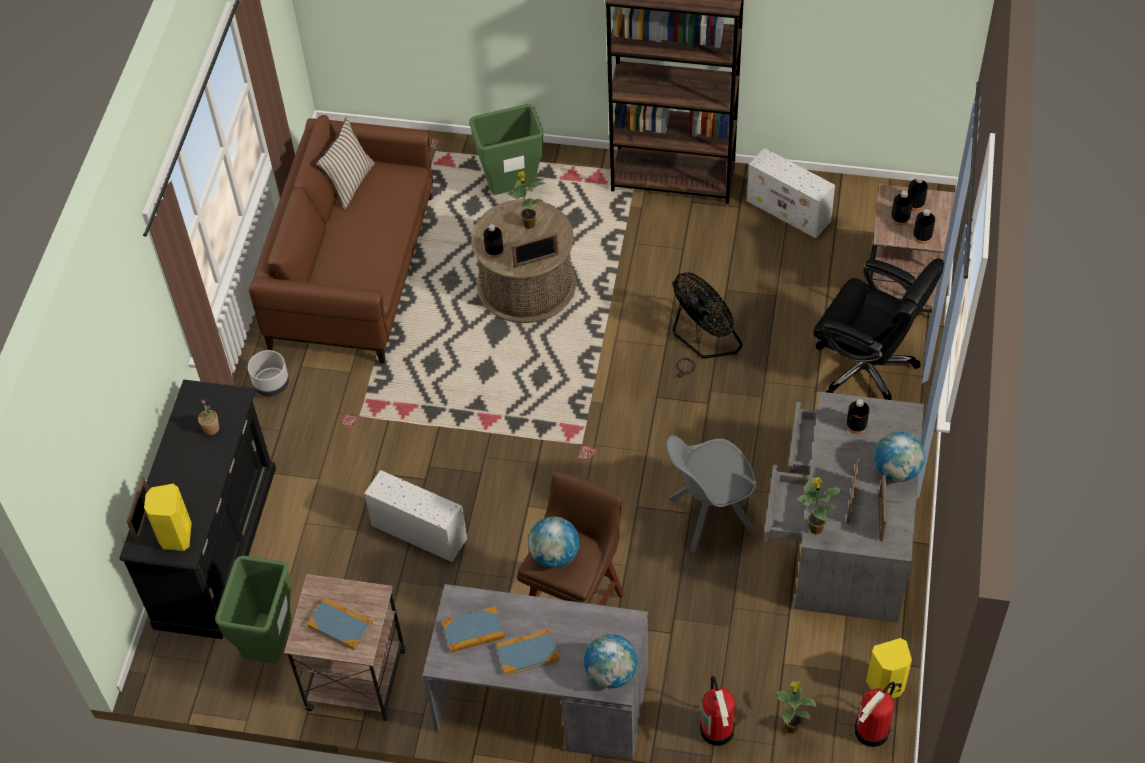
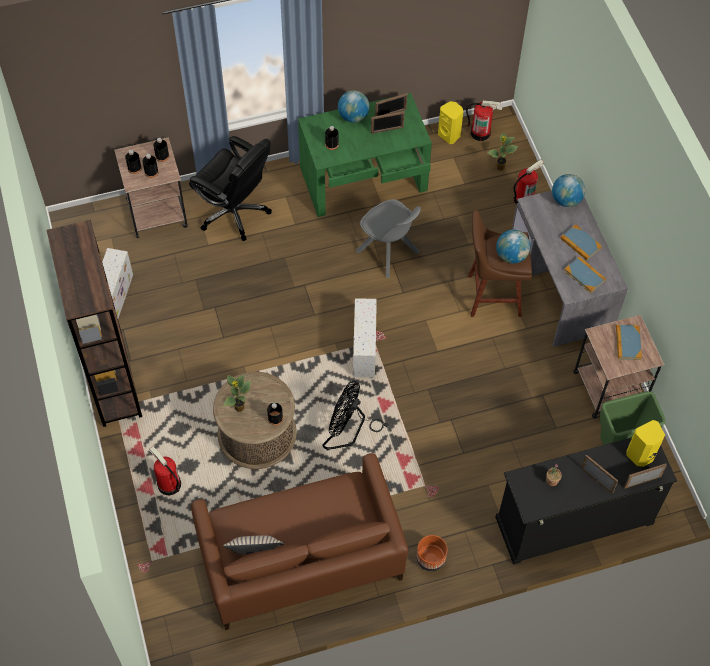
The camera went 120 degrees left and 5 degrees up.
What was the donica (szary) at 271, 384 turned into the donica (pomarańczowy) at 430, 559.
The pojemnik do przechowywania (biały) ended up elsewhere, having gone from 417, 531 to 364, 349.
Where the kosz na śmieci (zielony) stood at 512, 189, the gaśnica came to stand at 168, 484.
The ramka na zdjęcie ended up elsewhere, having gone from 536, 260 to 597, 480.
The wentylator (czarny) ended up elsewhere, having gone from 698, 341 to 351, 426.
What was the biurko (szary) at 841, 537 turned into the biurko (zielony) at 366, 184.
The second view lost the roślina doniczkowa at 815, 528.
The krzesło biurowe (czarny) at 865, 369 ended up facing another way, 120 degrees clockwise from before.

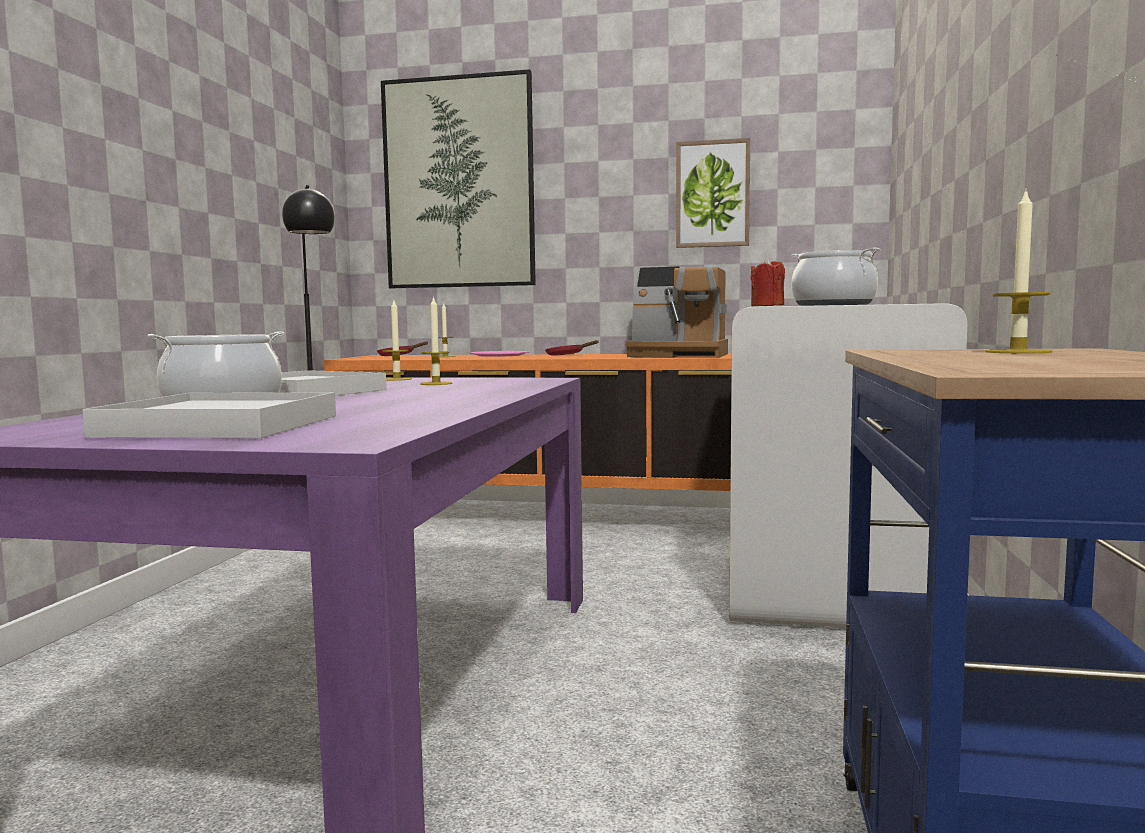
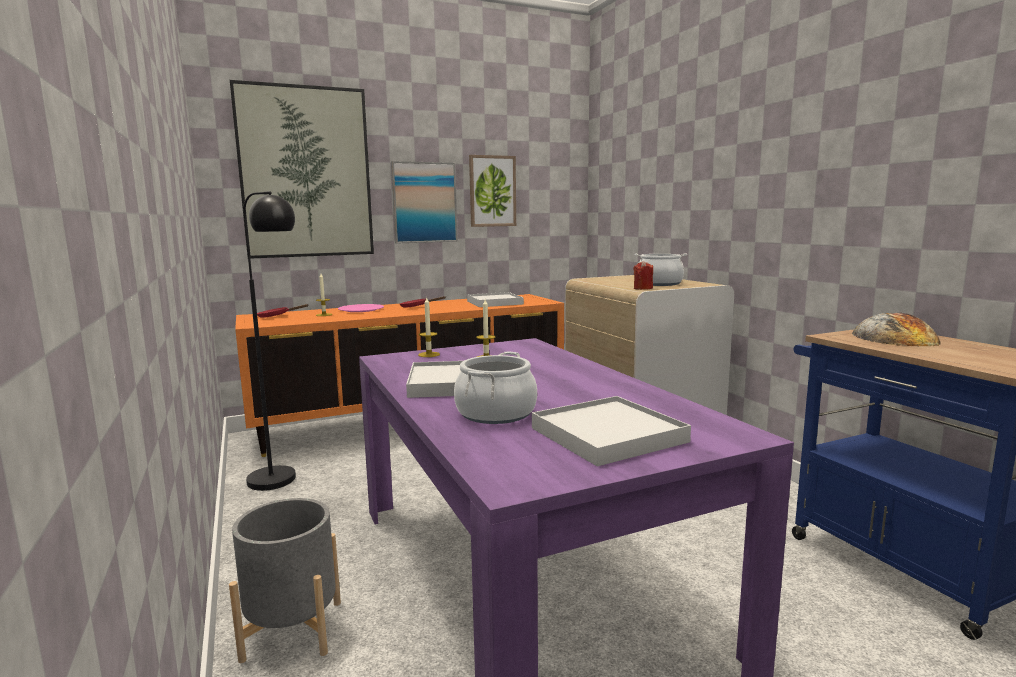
The camera went 35 degrees left and 5 degrees up.
Where the ekspres do kawy stood at 679, 355, the taca (biały) came to stand at 494, 302.
Where the świeca stood at 1018, 352, the chleb came to stand at 894, 337.
The second view gained the donica (szary) at 293, 630.
The second view gained the obraz at 424, 202.

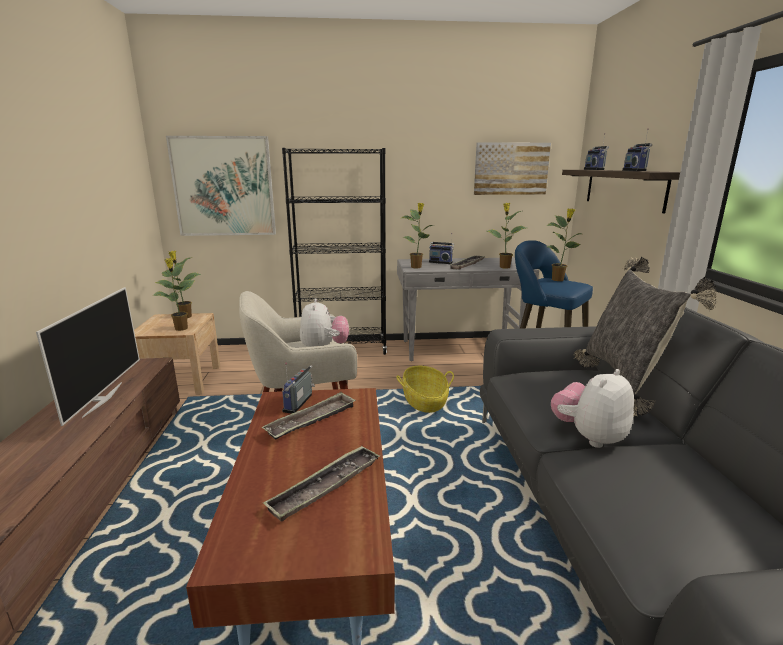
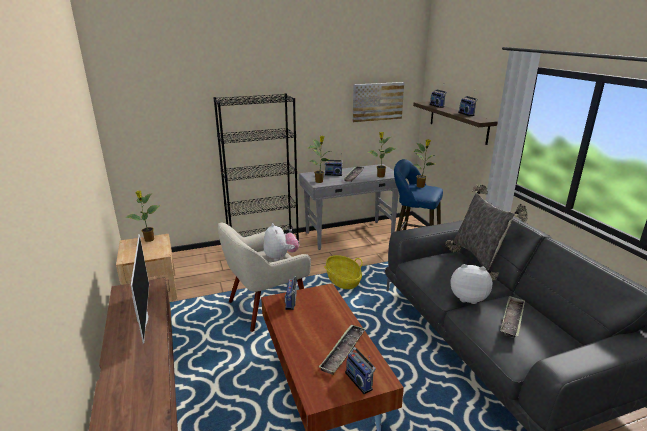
The camera went 15 degrees left and 5 degrees up.
The second view lost the roślina doniczkowa at 181, 329.
The second view lost the obraz at 224, 187.
The taca ended up elsewhere, having gone from 312, 420 to 512, 319.
The pluszak at 589, 436 ended up facing another way, 75 degrees clockwise from before.
The second view gained the radio at 360, 380.

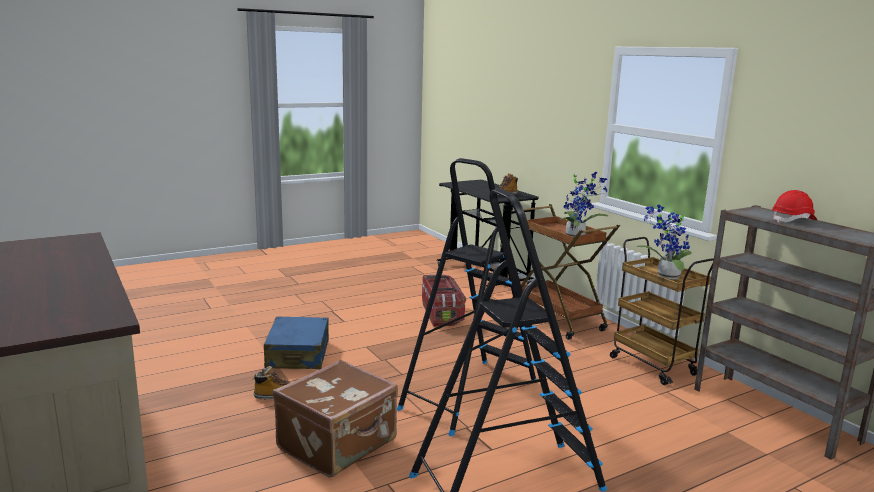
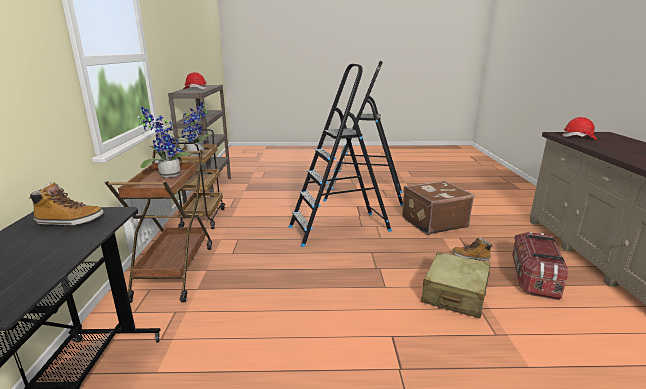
The camera went 150 degrees left and 5 degrees up.
What was the walizka (niebieski) at 298, 354 turned into the walizka (beżowy) at 455, 294.
The pojemnik do przechowywania ended up elsewhere, having gone from 442, 314 to 533, 278.
The second view gained the kask (czerwony) at 579, 137.

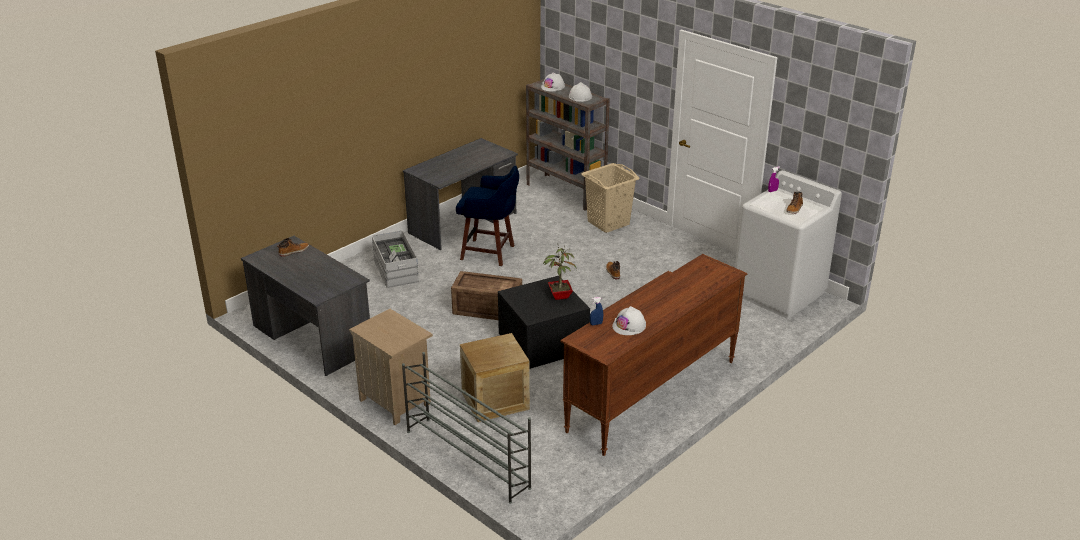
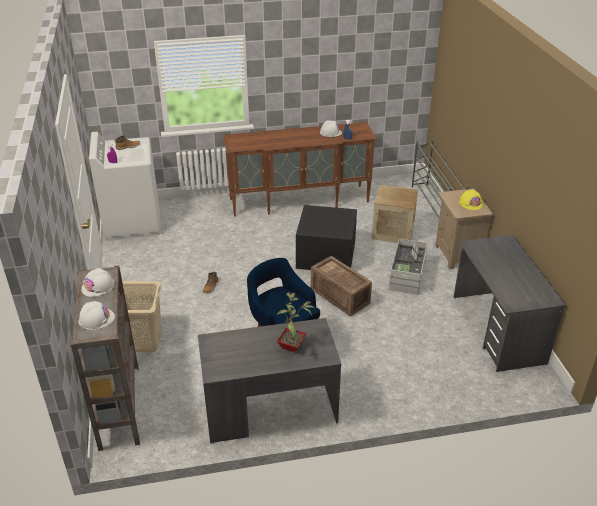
The camera went 145 degrees left and 5 degrees up.
The second view lost the but z cholewką at 293, 251.
The pojemnik do przechowywania (szary) ended up elsewhere, having gone from 396, 270 to 406, 275.
The roślina doniczkowa ended up elsewhere, having gone from 558, 296 to 293, 346.
The second view gained the kask (żółty) at 470, 203.

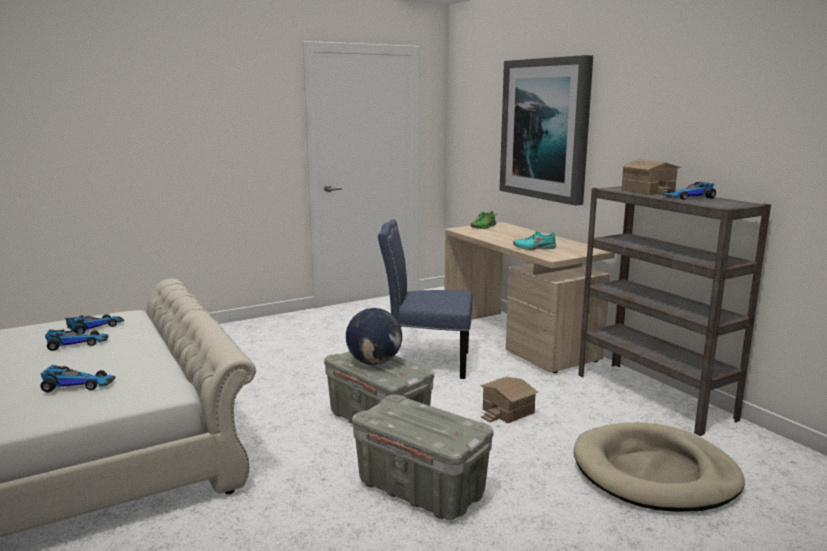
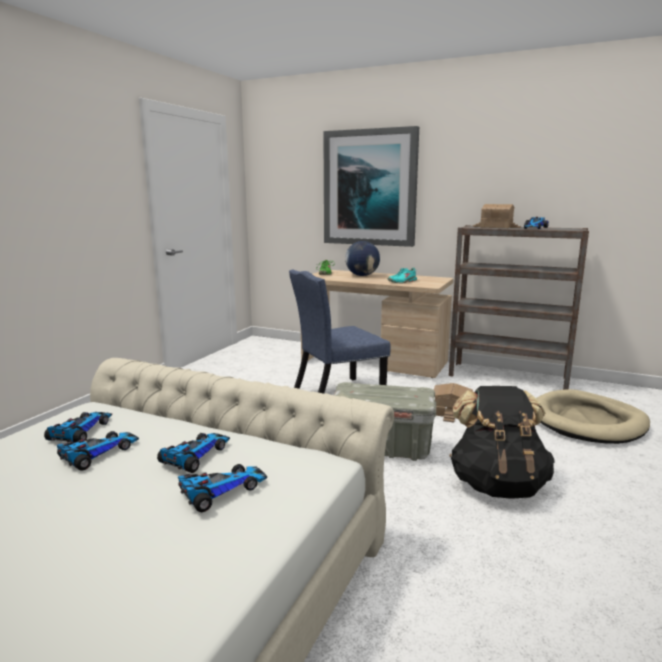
The camera went 35 degrees left and 0 degrees up.
The globus ended up elsewhere, having gone from 374, 362 to 362, 275.
Where the pojemnik do przechowywania (szary) stood at 422, 489, the plecak (czarny) came to stand at 497, 484.
The second view gained the samochodzik at 195, 455.

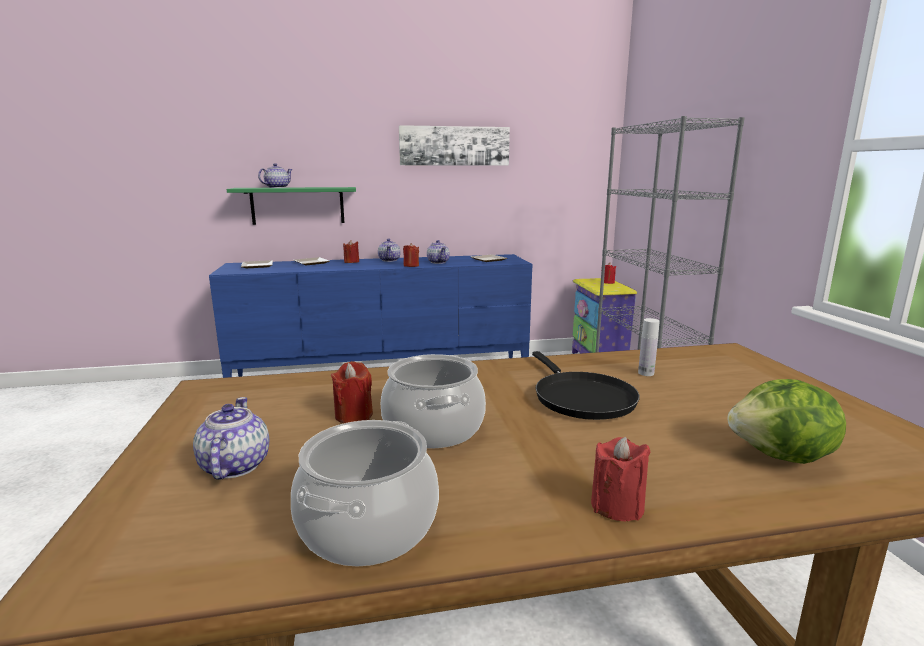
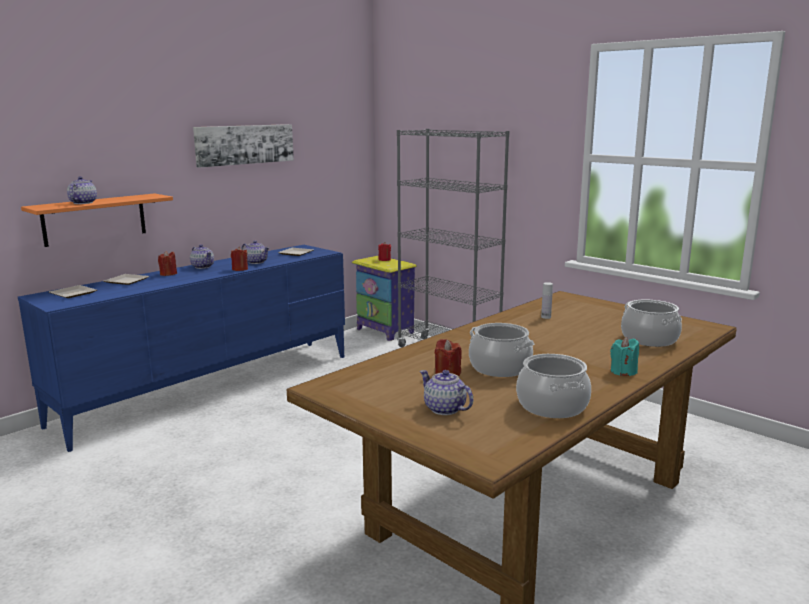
The camera went 35 degrees left and 0 degrees up.
What was the półka (zielony) at 297, 205 turned into the półka (pomarańczowy) at 94, 219.
The second view lost the patelnia (czarny) at 580, 398.
What was the świeca (czerwony) at 617, 506 turned into the świeca (turkusowy) at 623, 372.
Where the sałata stood at 781, 457, the garnek came to stand at 650, 339.

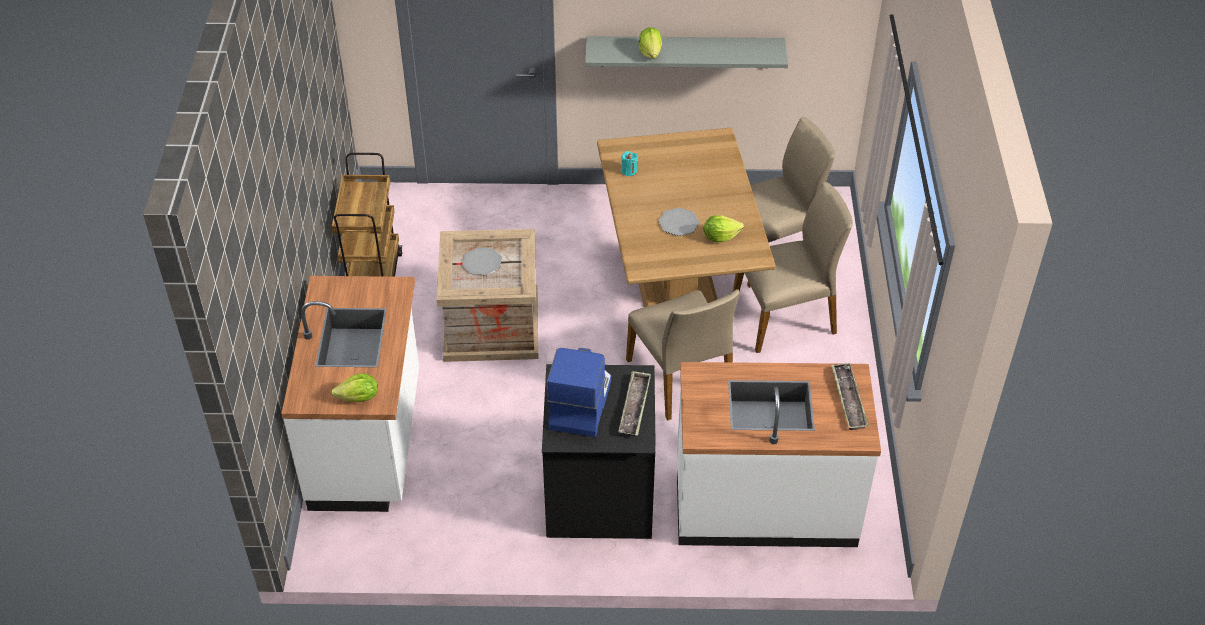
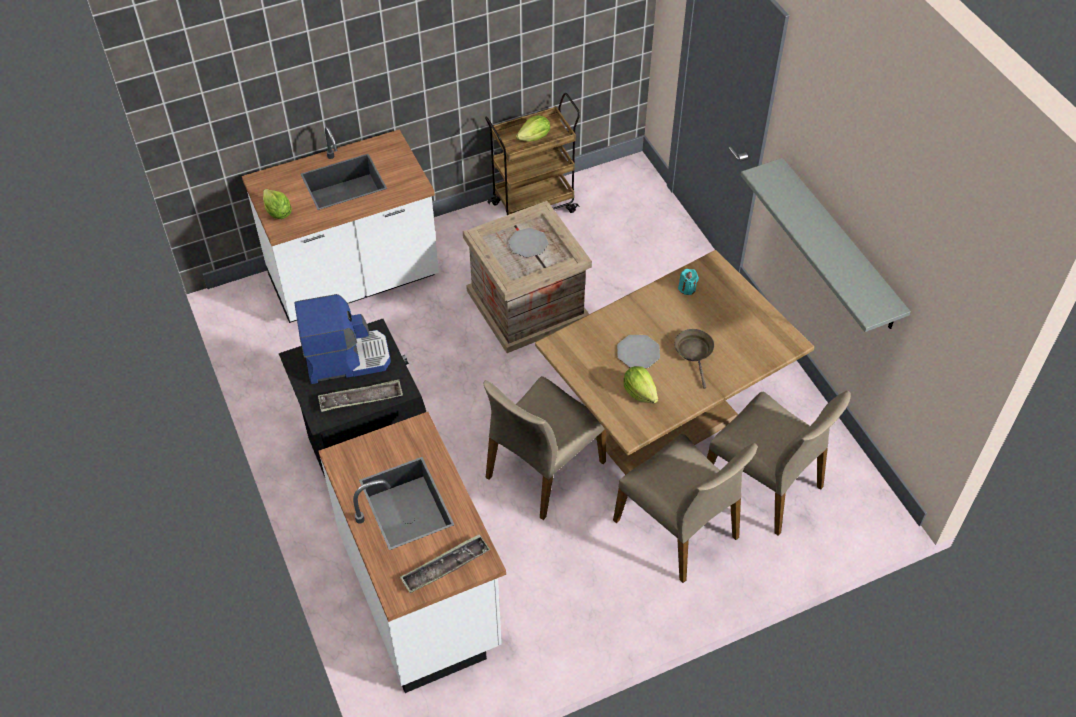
The camera went 65 degrees right and 5 degrees up.
The sałata ended up elsewhere, having gone from 650, 52 to 534, 138.
The second view gained the patelnia (brązowy) at 694, 352.

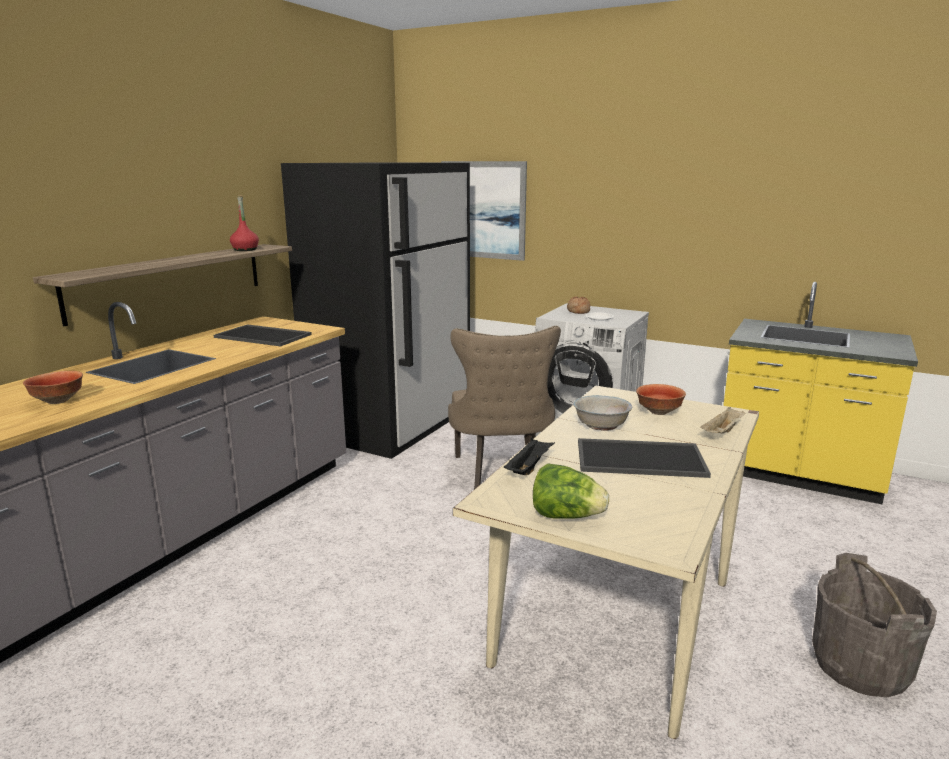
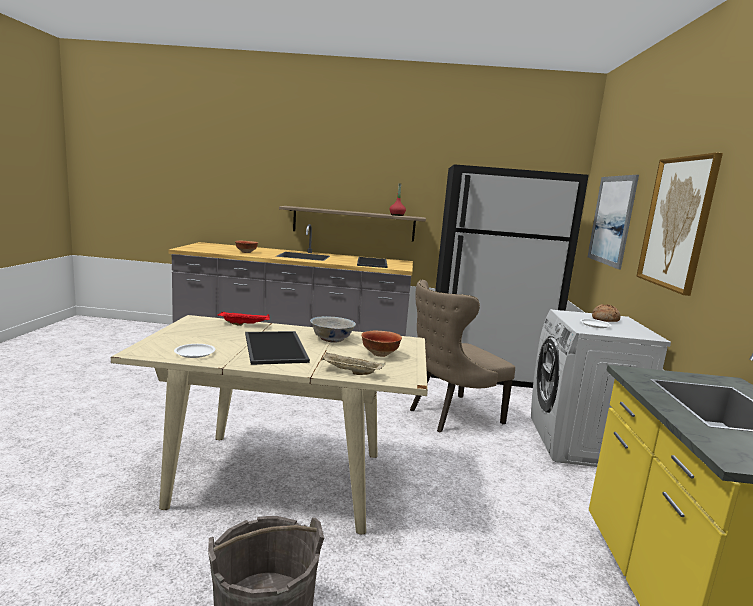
The camera went 65 degrees right and 5 degrees down.
What was the taca (czarny) at 529, 467 turned into the taca (czerwony) at 245, 325.
The second view lost the sałata at 566, 516.
The second view gained the talerz (biały) at 194, 353.
The second view gained the obraz at 677, 223.

